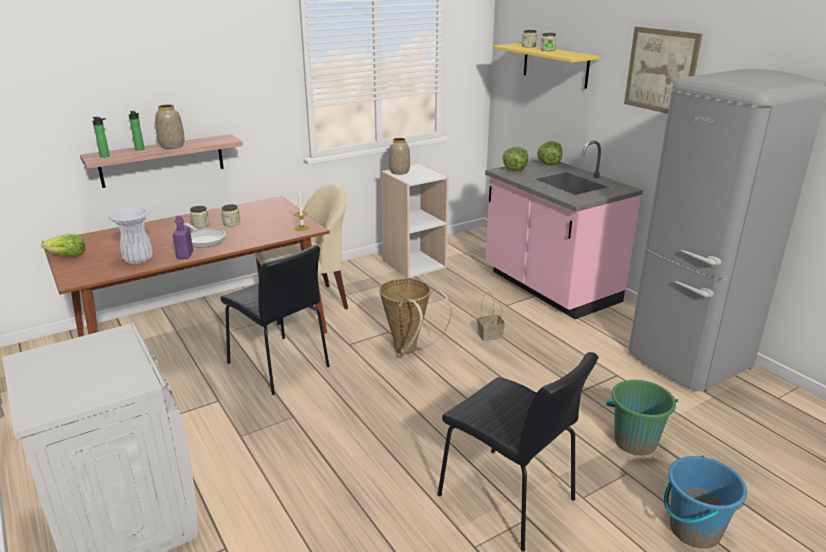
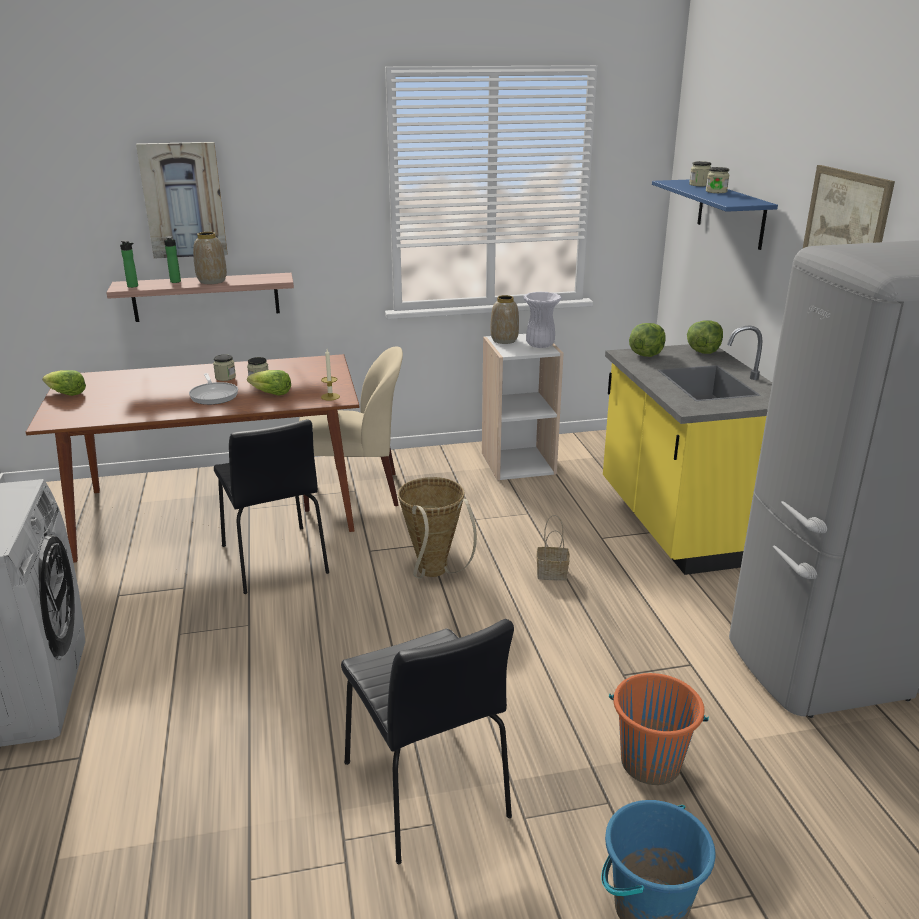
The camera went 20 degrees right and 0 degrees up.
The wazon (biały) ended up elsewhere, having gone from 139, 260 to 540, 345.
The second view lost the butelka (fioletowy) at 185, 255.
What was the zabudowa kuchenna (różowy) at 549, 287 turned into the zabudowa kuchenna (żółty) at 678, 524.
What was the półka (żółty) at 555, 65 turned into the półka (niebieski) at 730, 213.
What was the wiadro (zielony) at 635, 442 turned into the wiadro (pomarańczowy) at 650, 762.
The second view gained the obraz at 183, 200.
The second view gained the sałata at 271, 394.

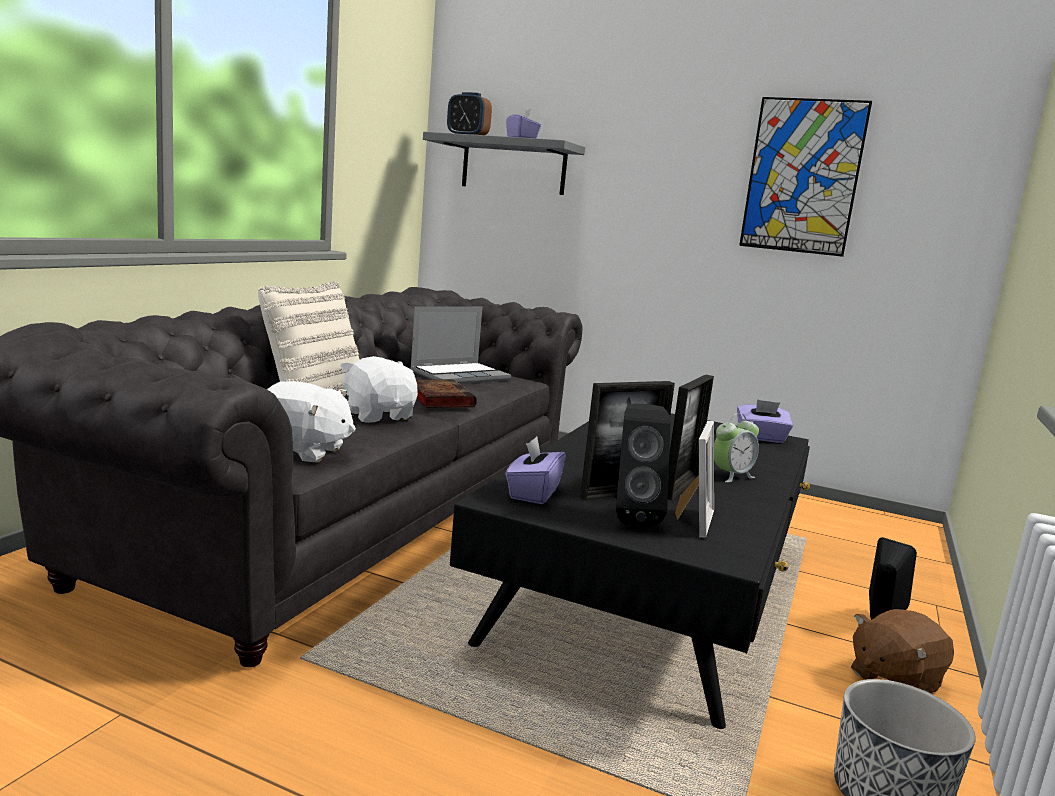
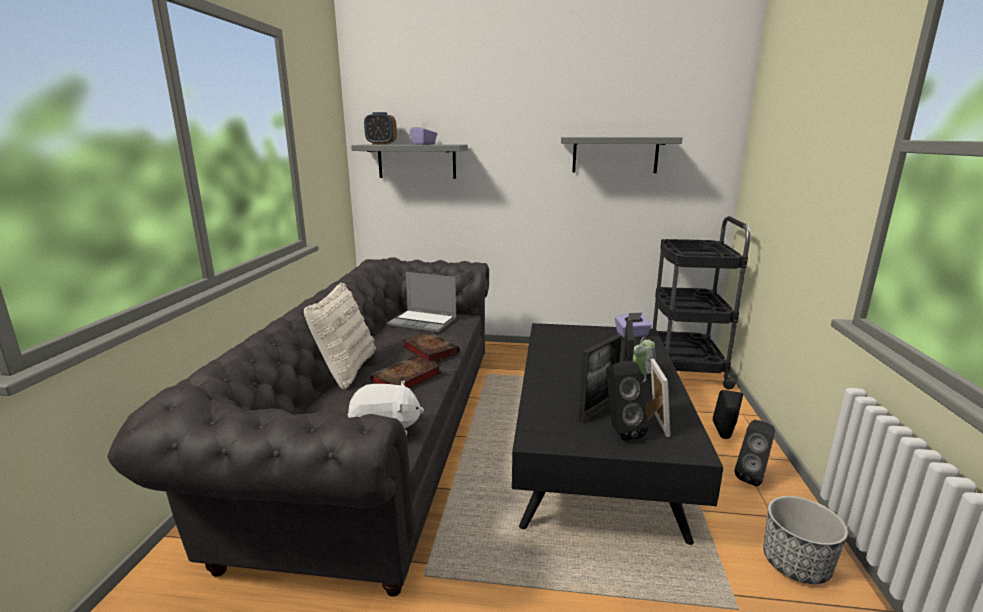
The camera went 15 degrees left and 5 degrees up.
Where the pluszak (biały) stood at 379, 415, the książka came to stand at 405, 379.
The laptop at 460, 375 ended up facing another way, 75 degrees clockwise from before.
The second view lost the pudełko chusteczek (fioletowy) at 533, 493.
Where the obraz hung at 802, 176, the półka (szary) came to hang at 615, 155.
Where the pluszak (brązowy) stood at 893, 680, the głośnik (czarny) came to stand at 752, 477.
The second view gained the wózek (czarny) at 684, 369.

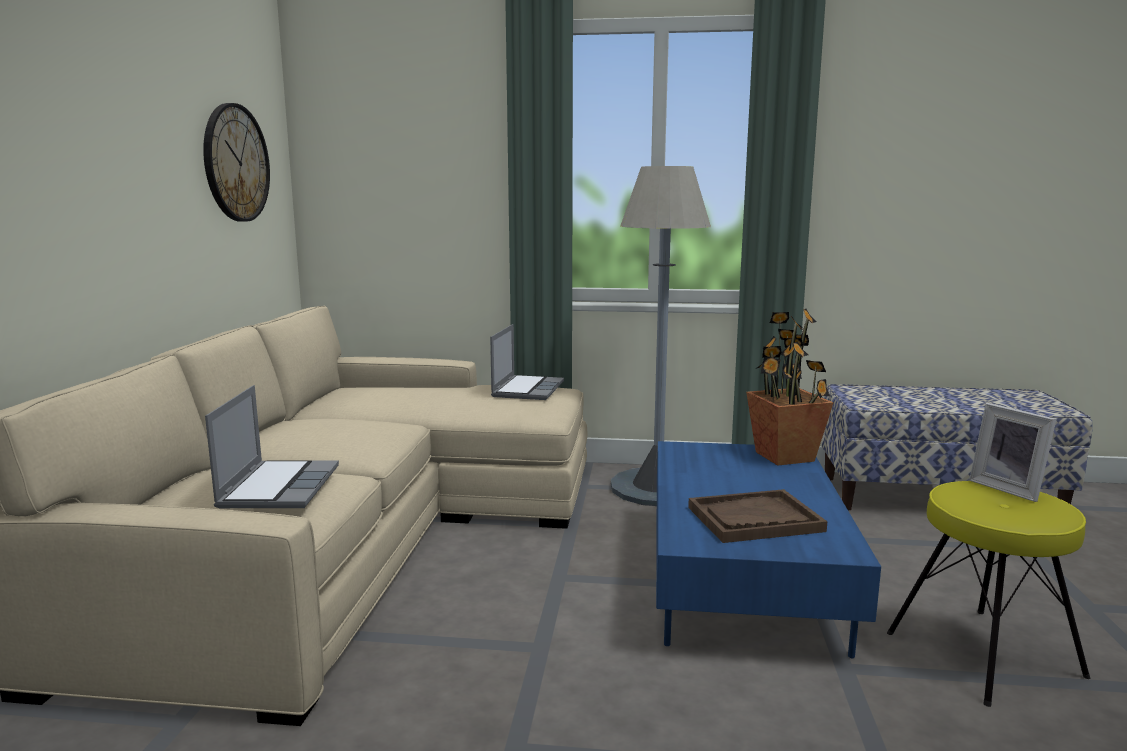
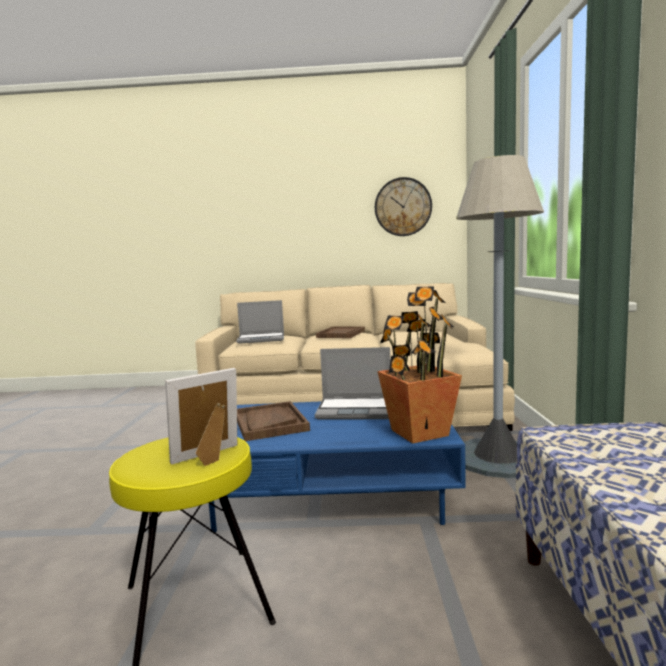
The camera went 85 degrees right and 5 degrees down.
The laptop ended up elsewhere, having gone from 527, 389 to 356, 410.
The second view gained the taca (brązowy) at 341, 334.

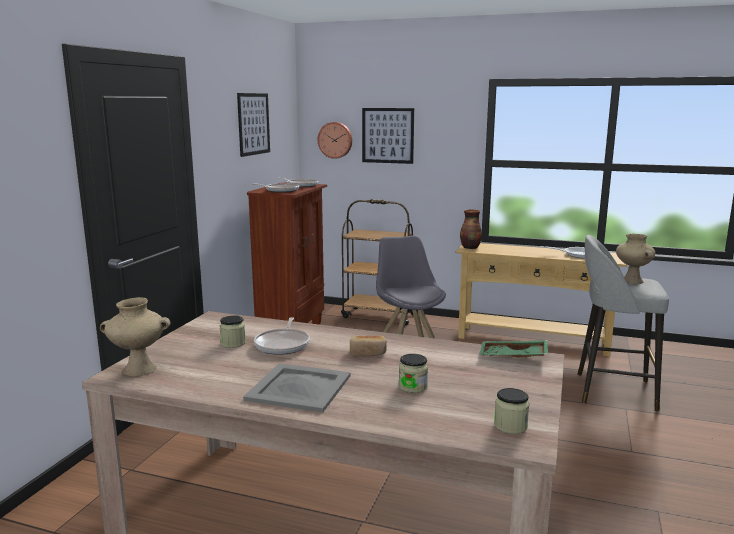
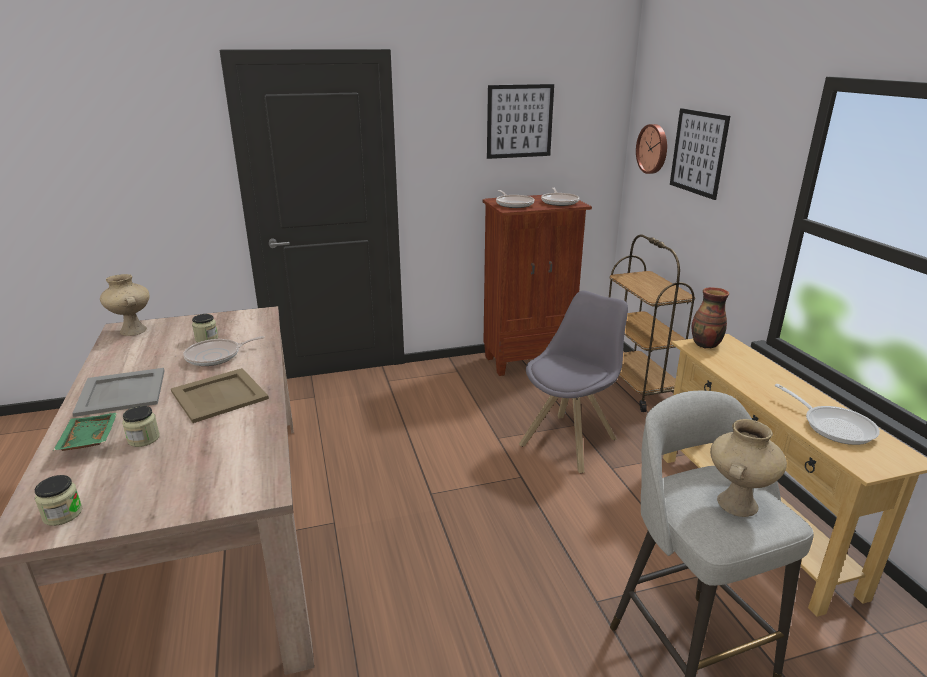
The camera went 55 degrees right and 10 degrees up.
Where the chleb stood at 368, 353, the taca (beżowy) came to stand at 218, 395.
The taca (zielony) ended up elsewhere, having gone from 513, 357 to 88, 440.

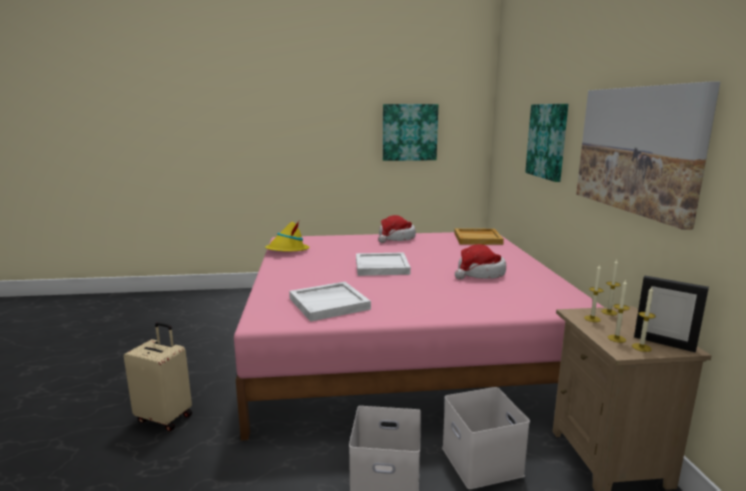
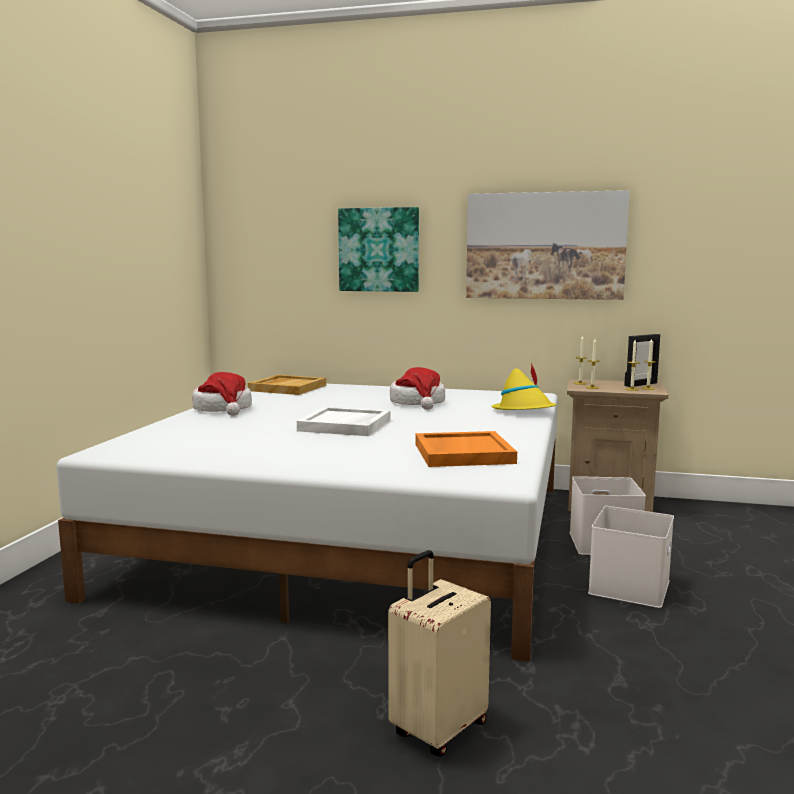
The camera went 70 degrees left and 5 degrees down.
What was the łóżko (różowy) at 402, 346 turned into the łóżko (biały) at 357, 535.
The kapelusz (żółty) ended up elsewhere, having gone from 287, 251 to 524, 411.
What was the taca (biały) at 329, 303 turned into the taca (pomarańczowy) at 462, 453.
The second view lost the obraz at 409, 132.

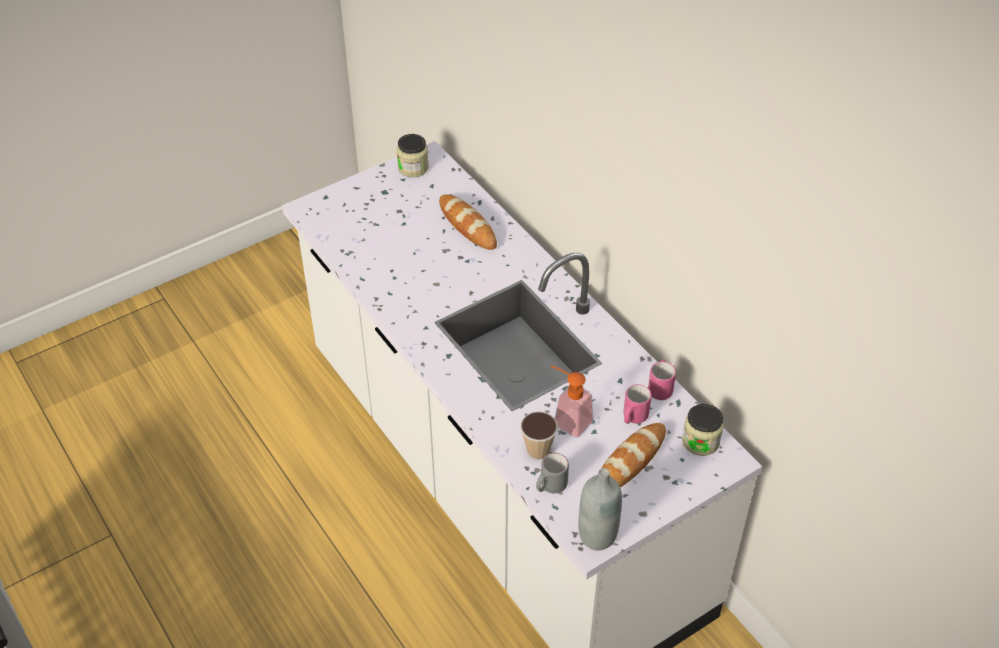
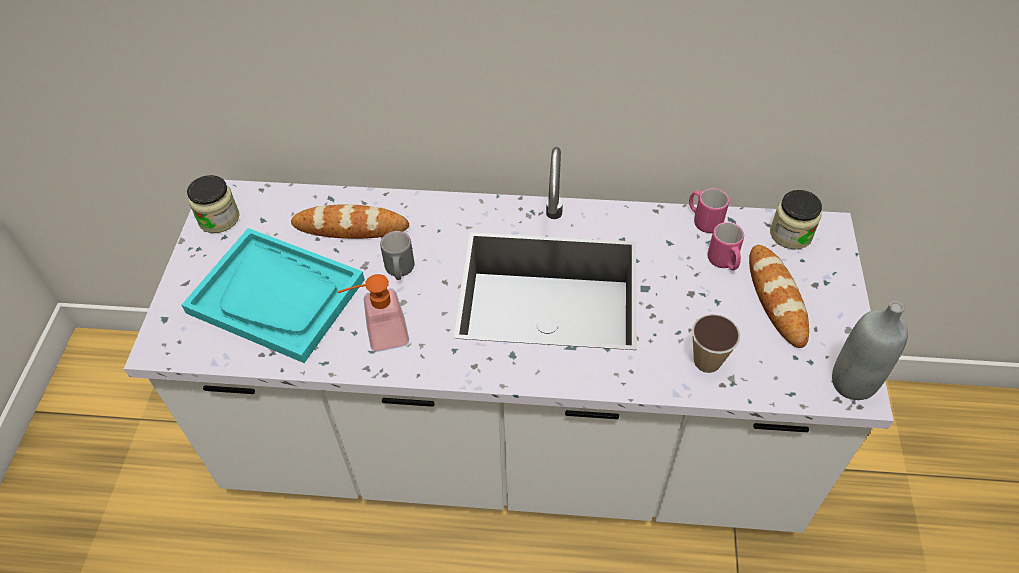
The camera went 50 degrees left and 5 degrees up.
The kubek (szary) ended up elsewhere, having gone from 550, 486 to 399, 271.
The dozownik mydła ended up elsewhere, having gone from 567, 420 to 379, 337.
The second view gained the taca (turkusowy) at 277, 296.

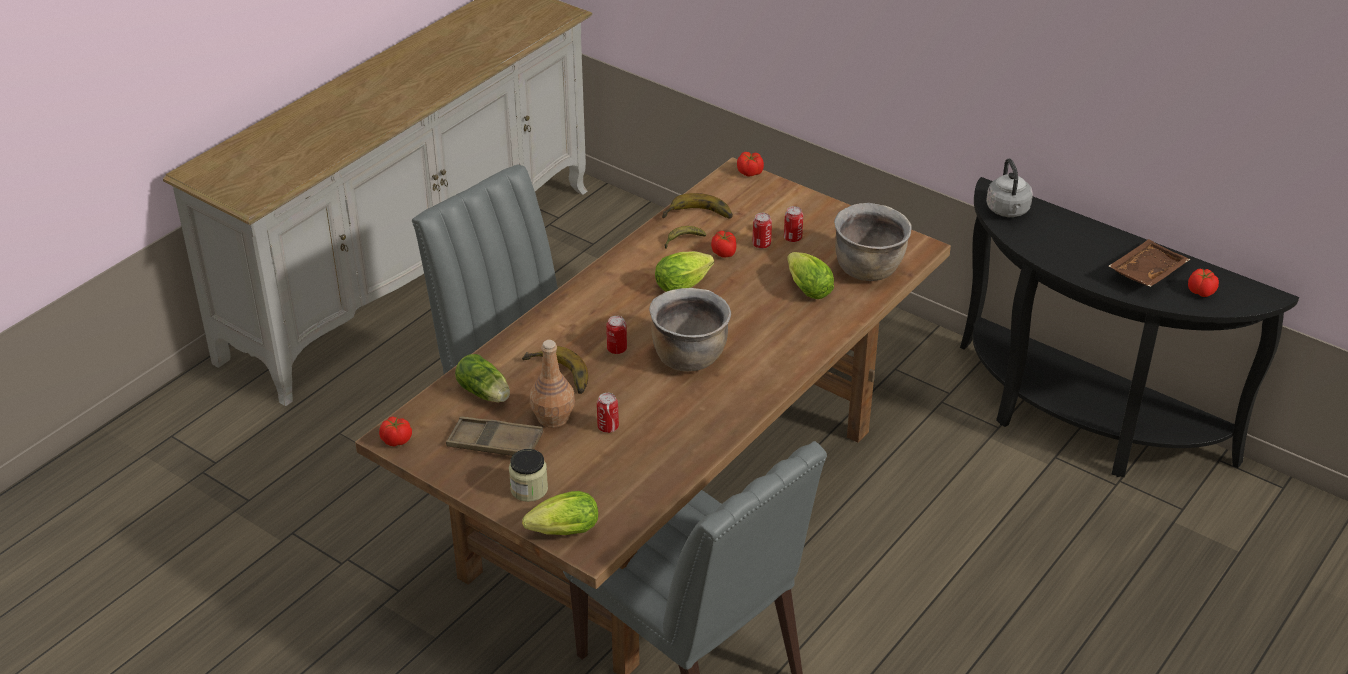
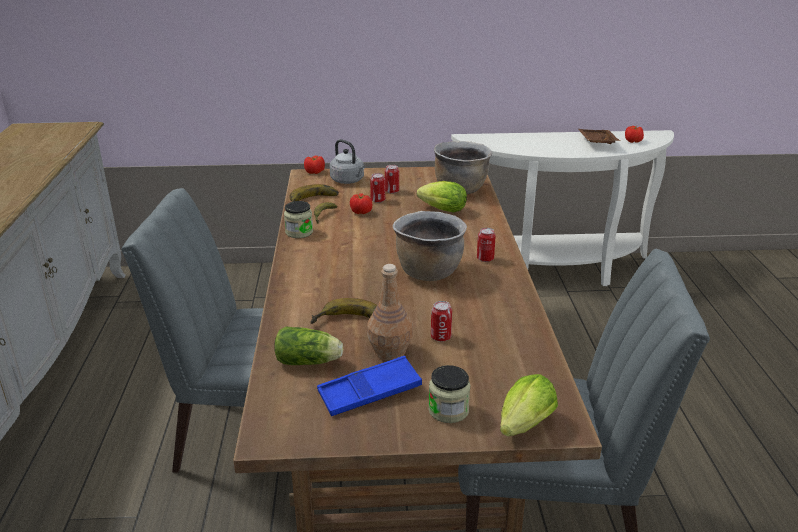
The camera went 40 degrees left and 10 degrees down.
The second view lost the pomidor at 396, 441.
What was the taca (brązowy) at 495, 443 turned into the taca (niebieski) at 369, 392.
The puszka ended up elsewhere, having gone from 617, 349 to 485, 259.
The second view lost the sałata at 685, 284.
What was the stolik konsolowy (czarny) at 1079, 423 turned into the stolik konsolowy (biały) at 554, 271.
The czajnik (szary) ended up elsewhere, having gone from 1008, 211 to 348, 181.
The second view gained the słoik at 299, 232.

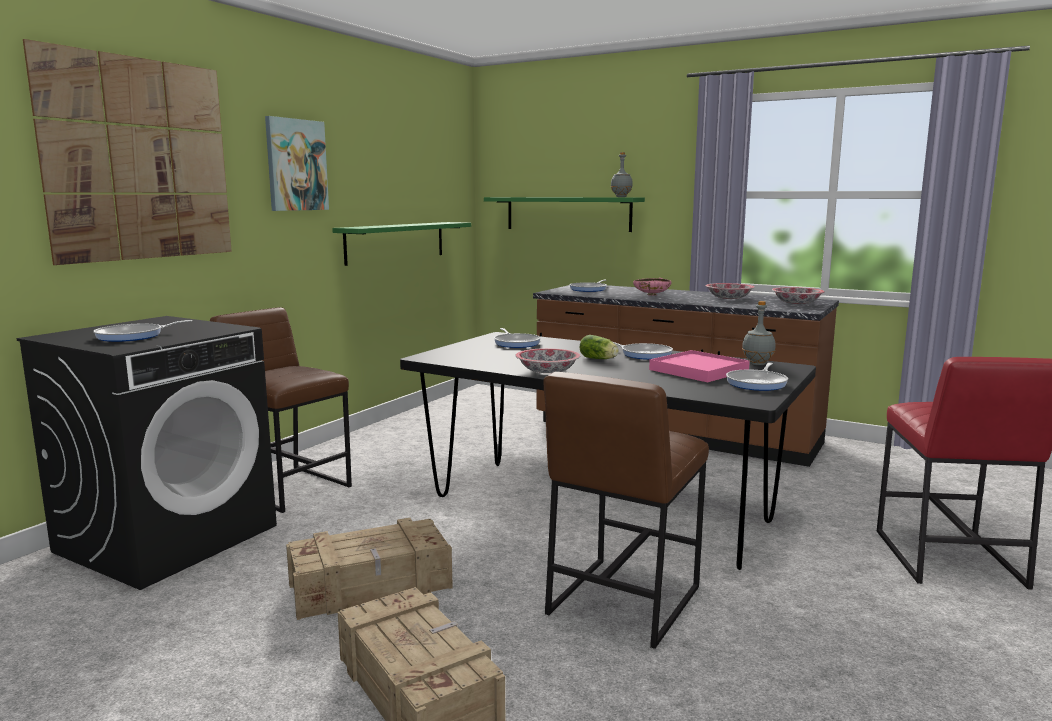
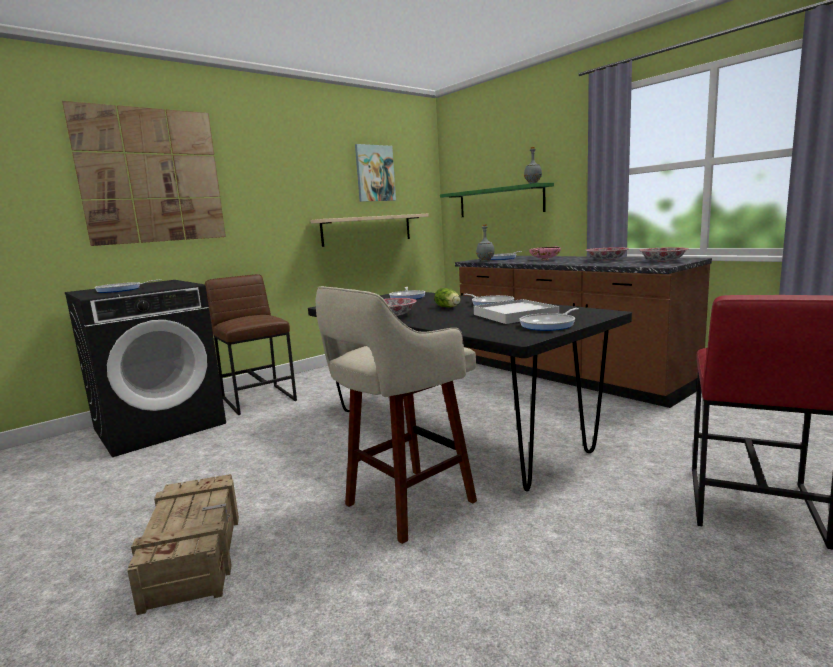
The camera went 20 degrees right and 0 degrees up.
The obraz ended up elsewhere, having gone from 296, 165 to 375, 173.
The second view lost the skrzynka at 371, 586.
What was the półka (zielony) at 396, 242 turned into the półka (beżowy) at 367, 229.
Where the krzesło (brązowy) stood at 623, 601, the stołek (beżowy) came to stand at 405, 505.
What was the taca (różowy) at 699, 370 turned into the taca (biały) at 515, 315.
The butelka (szary) ended up elsewhere, having gone from 758, 364 to 485, 261.

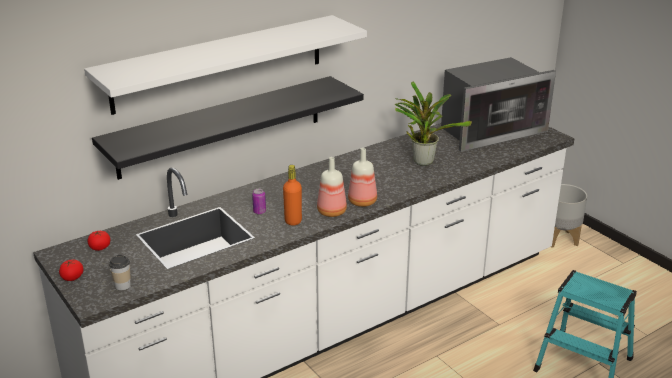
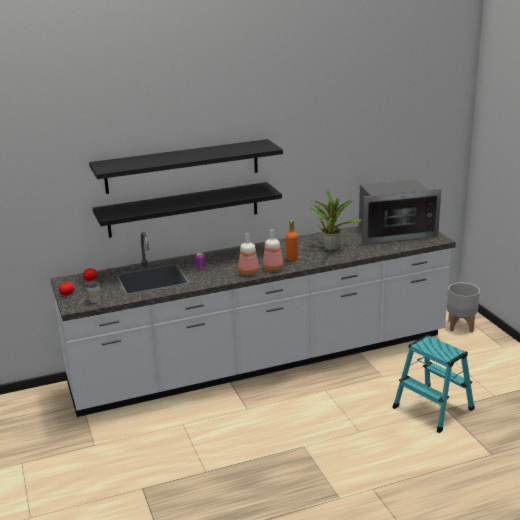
The camera went 15 degrees right and 5 degrees down.
What was the półka (biały) at 220, 63 turned into the półka (czarny) at 182, 166.
The butelka (pomarańczowy) ended up elsewhere, having gone from 293, 221 to 292, 259.

